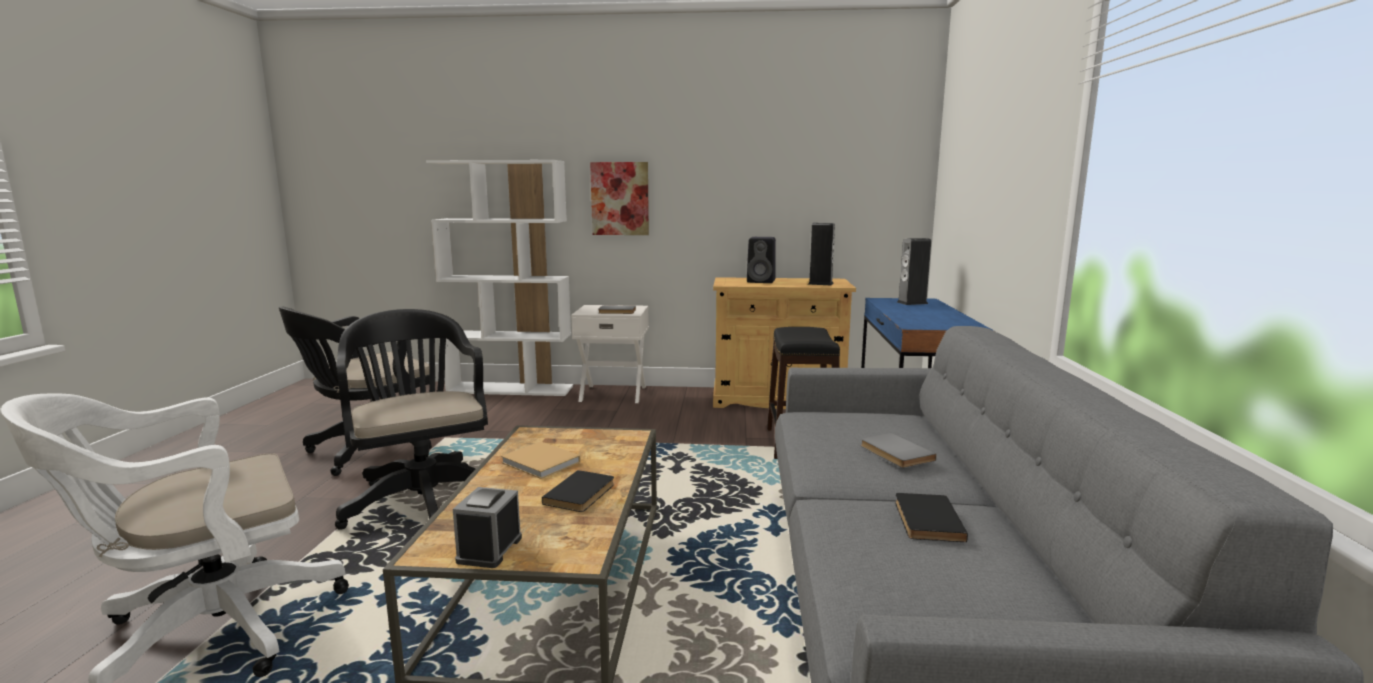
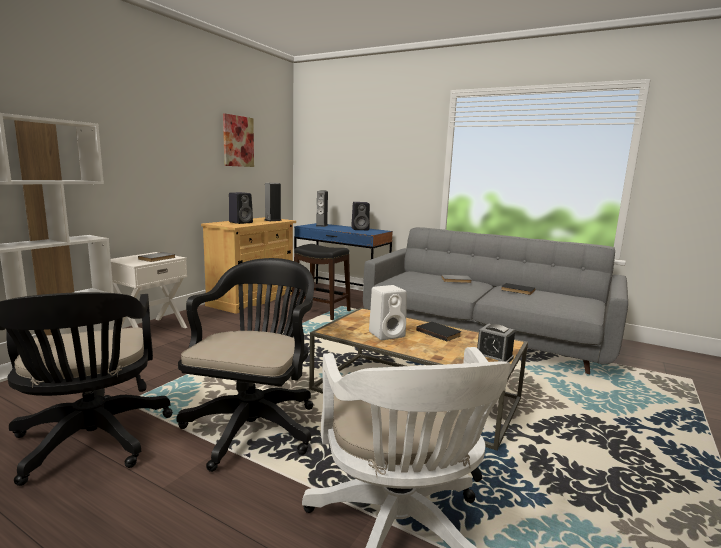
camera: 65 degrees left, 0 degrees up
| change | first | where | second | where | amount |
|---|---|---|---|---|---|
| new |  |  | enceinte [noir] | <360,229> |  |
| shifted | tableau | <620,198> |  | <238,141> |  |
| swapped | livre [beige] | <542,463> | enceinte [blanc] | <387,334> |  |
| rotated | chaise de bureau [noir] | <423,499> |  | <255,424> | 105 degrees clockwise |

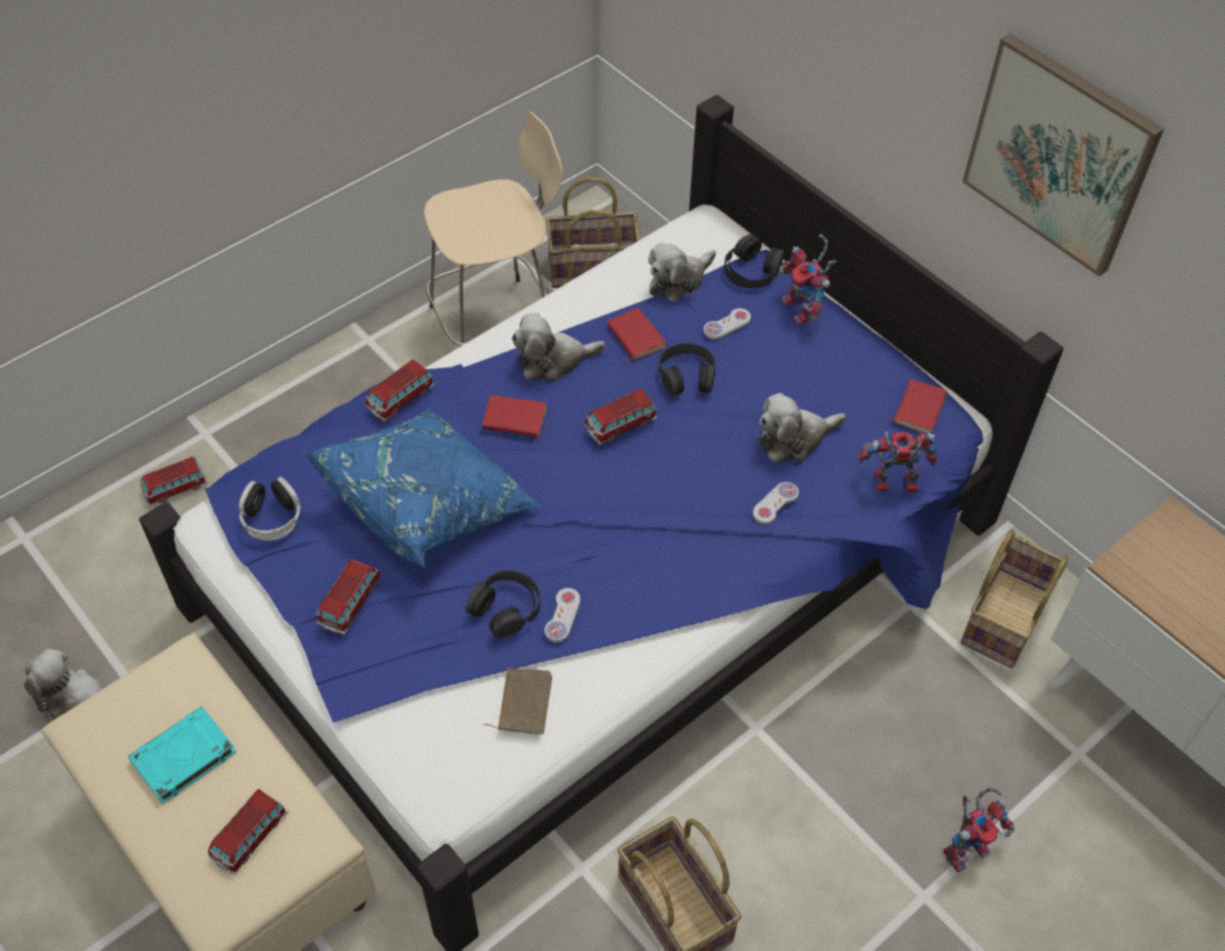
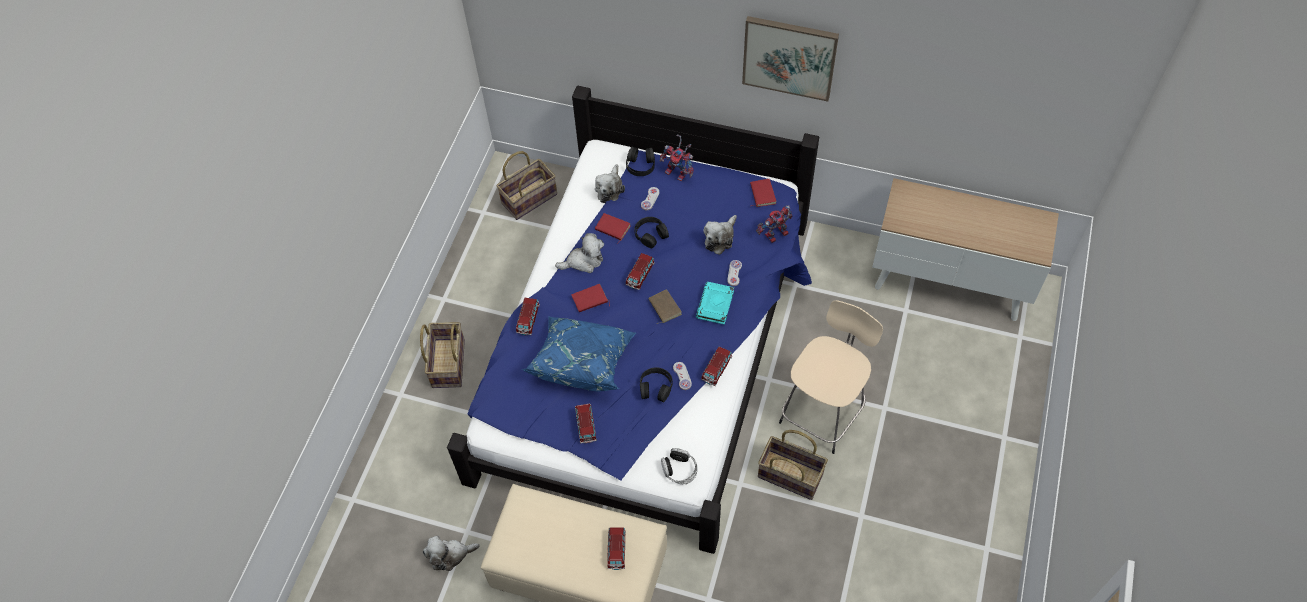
camera: 30 degrees left, 5 degrees up
| change | first | where | second | where | amount |
|---|---|---|---|---|---|
| gone | robot jouet | <967,847> |  |  |  |
| shifted | livre [turquoise] | <183,758> |  | <715,305> |  |
| shifted | petite voiture | <176,488> |  | <716,369> |  |
| shifted | casque audio | <272,517> |  | <679,469> |  |
| shifted | tabouret [beige] | <496,323> |  | <823,412> |  |
| shifted | livre [marron] | <522,702> |  | <664,307> |  |
| shifted | panier | <1004,617> |  | <447,363> |  |
| rotated | peluche | <553,360> |  | <584,261> | 150 degrees counterclockwise |

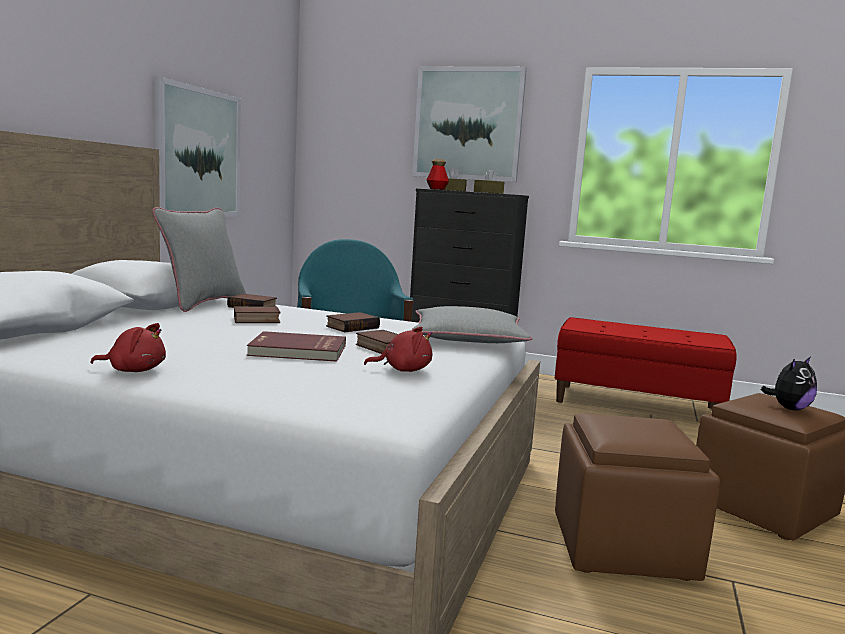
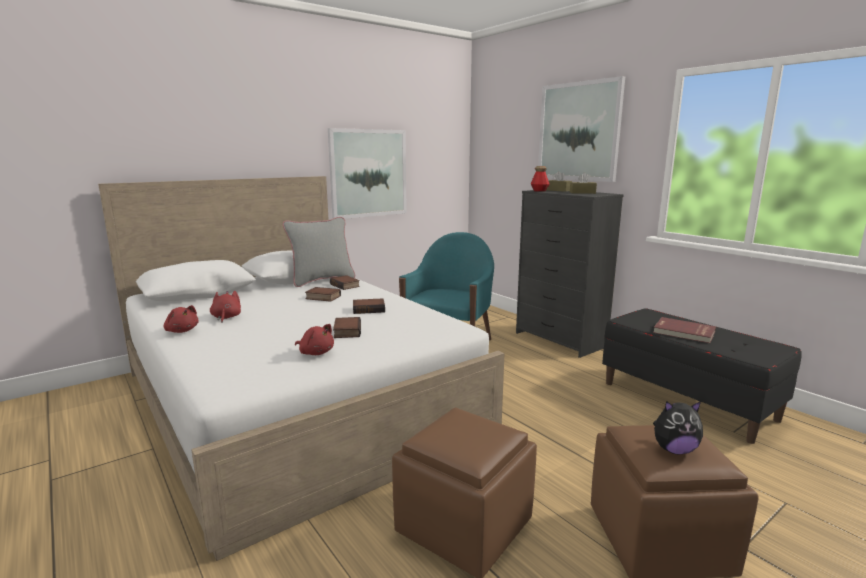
camera: 35 degrees right, 5 degrees up
| change | first | where | second | where | amount |
|---|---|---|---|---|---|
| gone | coussin [gris] | <468,338> |  |  |  |
| new |  |  | peluche [rouge] | <226,317> |  |
| shifted | livre [rouge] | <298,351> |  | <684,332> |  |
| repainted | banc [rouge] | <636,404> | banc [noir] | <687,401> |  |

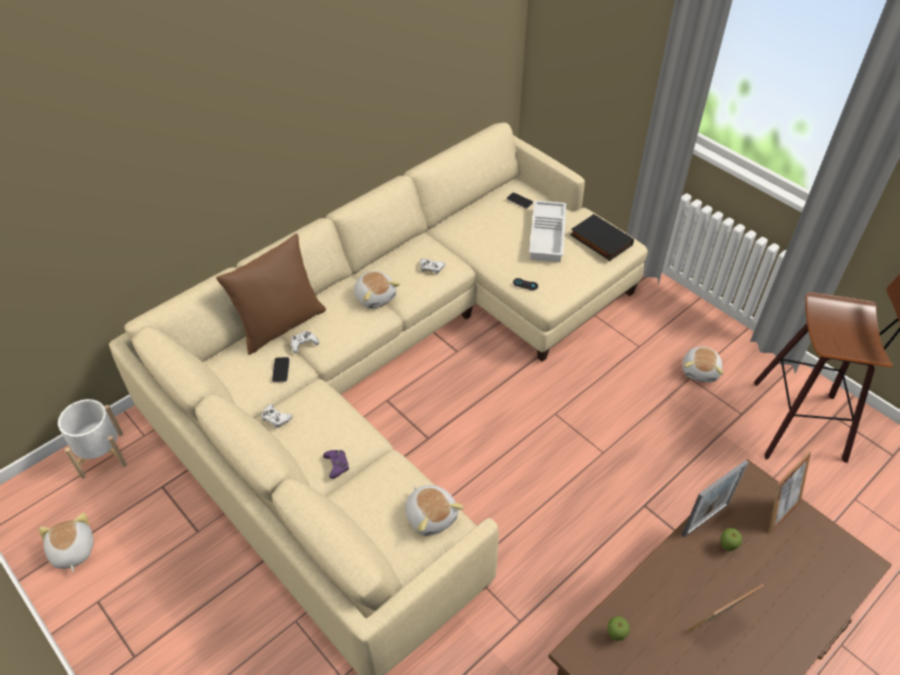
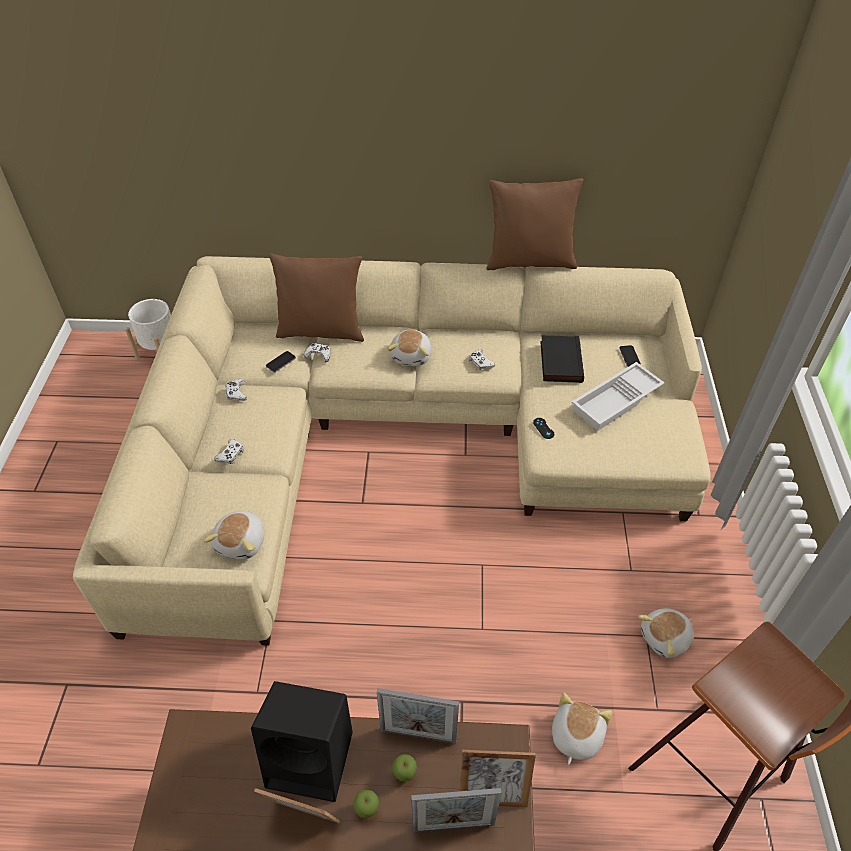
camera: 45 degrees right, 0 degrees up
| change | first | where | second | where | amount |
|---|---|---|---|---|---|
| new |  |  | enceinte [noir] | <312,759> |  |
| new |  |  | cadre photo | <453,827> |  |
| new |  |  | coussin [marron] | <529,261> |  |
| shifted | peluche | <72,551> |  | <575,736> |  |
| shifted | livre [noir] | <599,240> |  | <559,361> |  |
| shifted | pomme | <615,635> |  | <367,810> |  |
| repainted | manette [violet] | <337,465> | manette [blanc] | <230,455> |  |

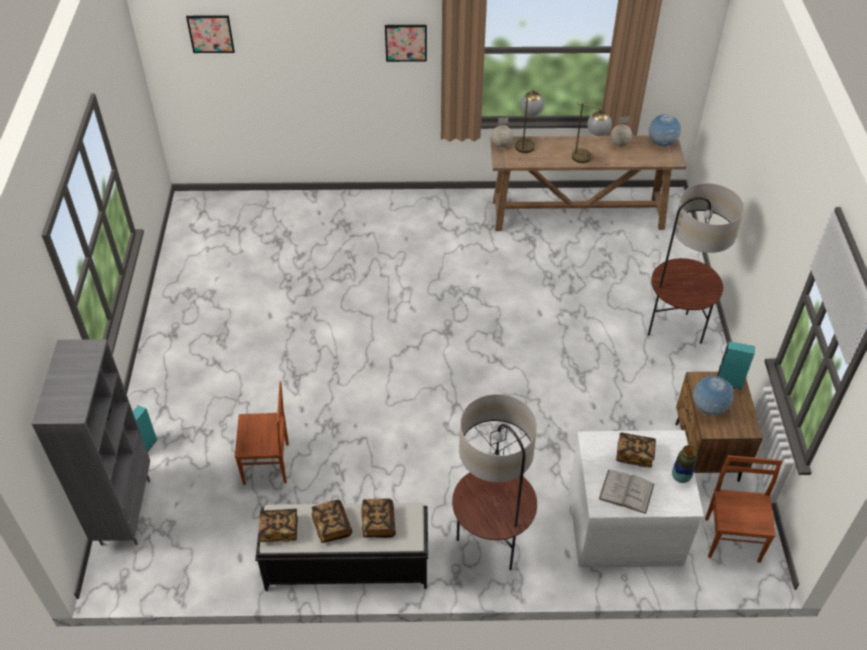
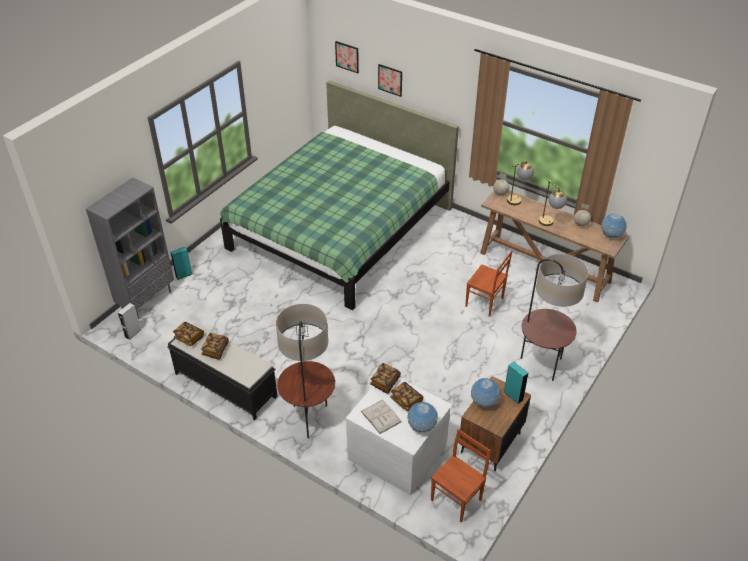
camera: 35 degrees right, 5 degrees down
| change | first | where | second | where | amount |
|---|---|---|---|---|---|
| new |  |  | enceinte [gris] | <133,333> |  |
| new |  |  | lit [vert] | <340,228> |  |
| shifted | chaise [marron] | <267,464> |  | <484,303> |  |
| shifted | livre | <378,523> |  | <385,382> |  |
| shifted | tableau | <406,42> |  | <390,80> |  |
| swapped | vase | <680,477> | globe | <421,427> |  |

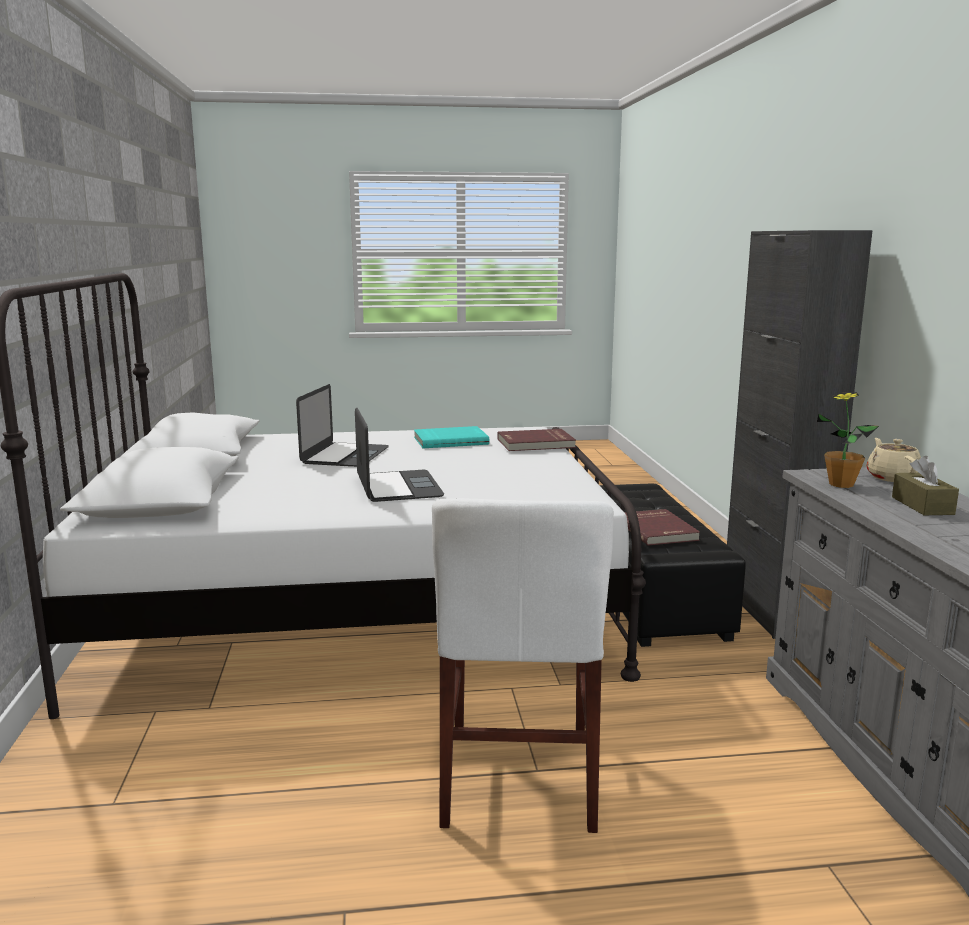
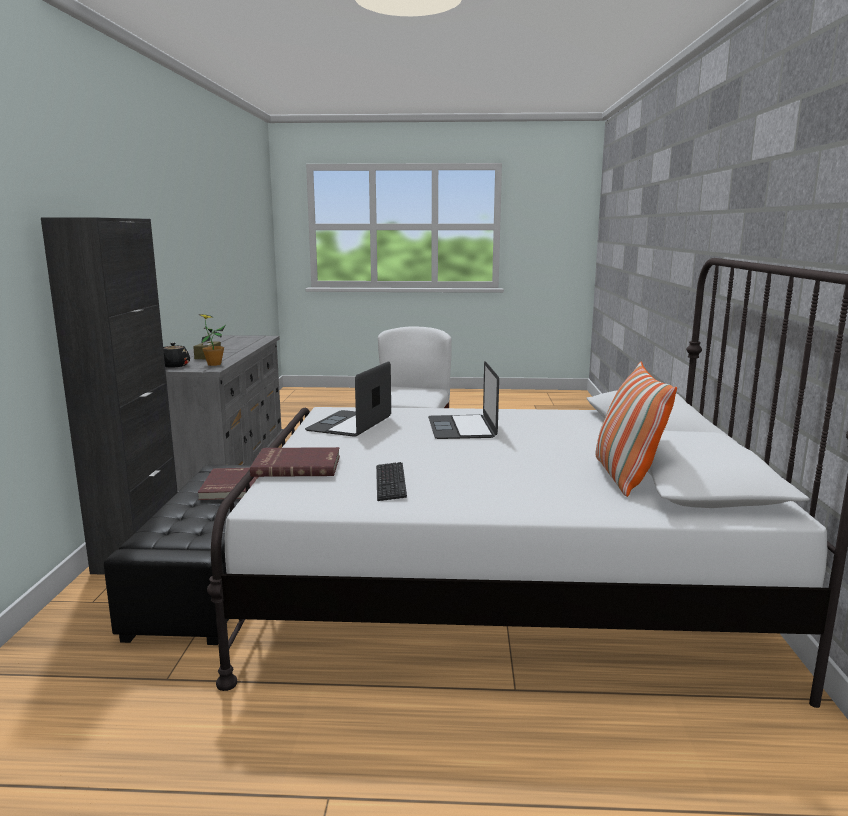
camera: 170 degrees left, 0 degrees up
| change | first | where | second | where | amount |
|---|---|---|---|---|---|
| new |  |  | coussin | <625,477> |  |
| shifted | ordinateur portable | <345,455> |  | <350,424> |  |
| swapped | livre [turquoise] | <450,440> | clavier | <390,483> |  |
| repainted | théière [beige] | <892,478> | théière [noir] | <174,366> |  |

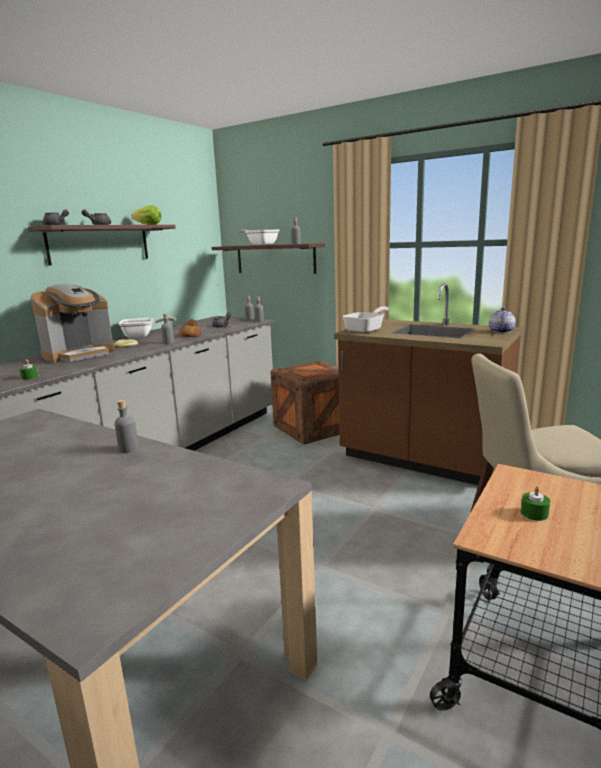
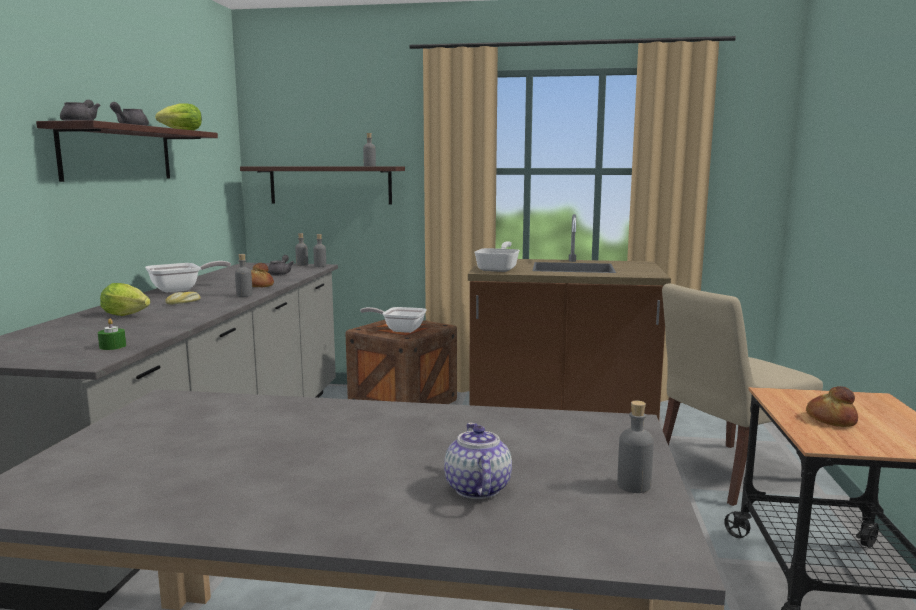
camera: 25 degrees left, 5 degrees down
| change | first | where | second | where | amount |
|---|---|---|---|---|---|
| shifted | bouteille [gris] | <128,449> |  | <633,485> |  |
| shifted | poêle | <260,245> |  | <400,330> |  |
| shifted | théière | <500,331> |  | <476,488> |  |
| swapped | machine à café | <79,354> | laitue | <128,315> |  |
| swapped | bougie [vert] | <534,513> | pain | <831,419> |  |

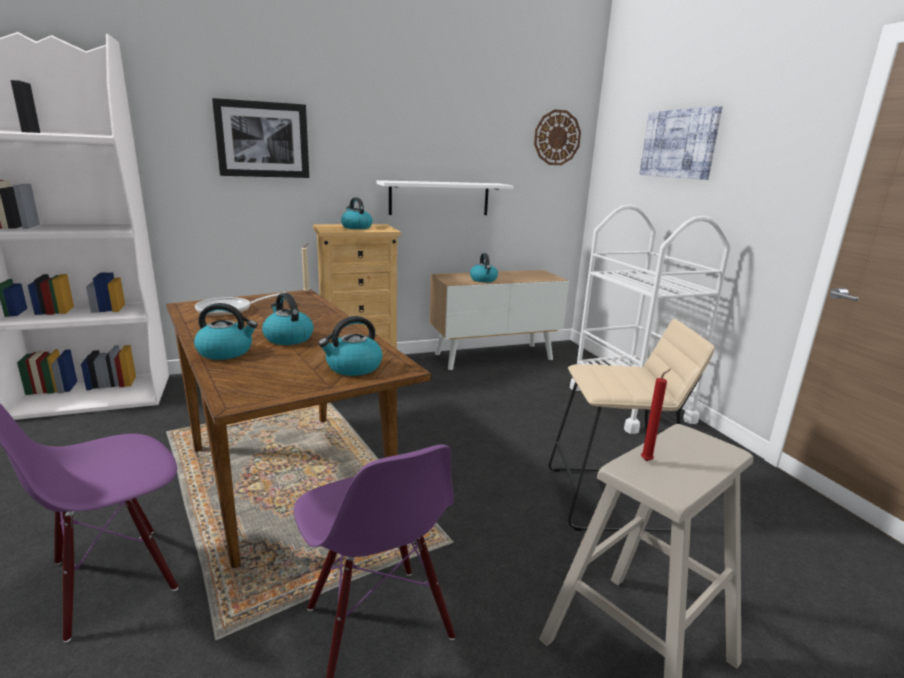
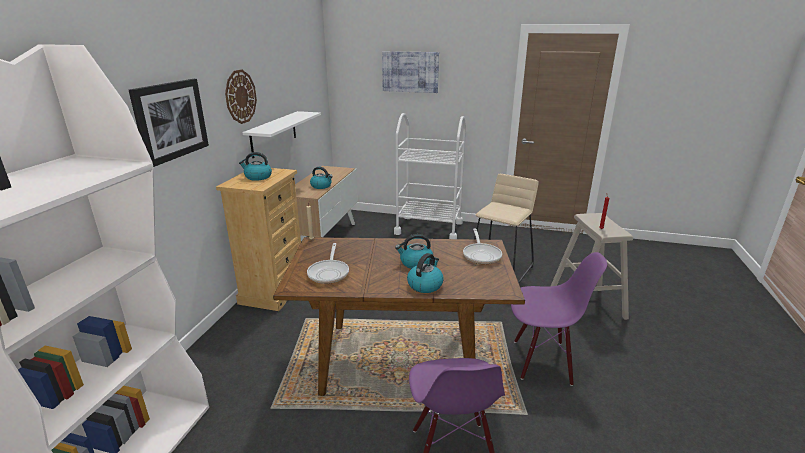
camera: 55 degrees left, 5 degrees up
| change | first | where | second | where | amount |
|---|---|---|---|---|---|
| shifted | horloge murale | <557,138> |  | <240,96> |  |
| swapped | bouilloire | <353,367> | poêle | <481,255> |  |

